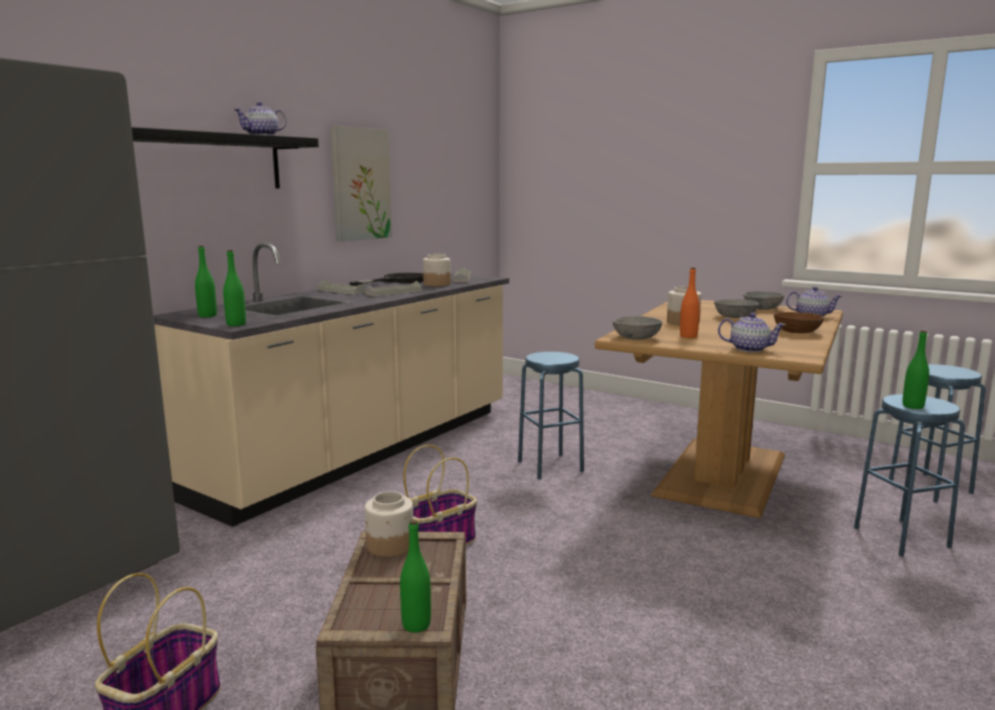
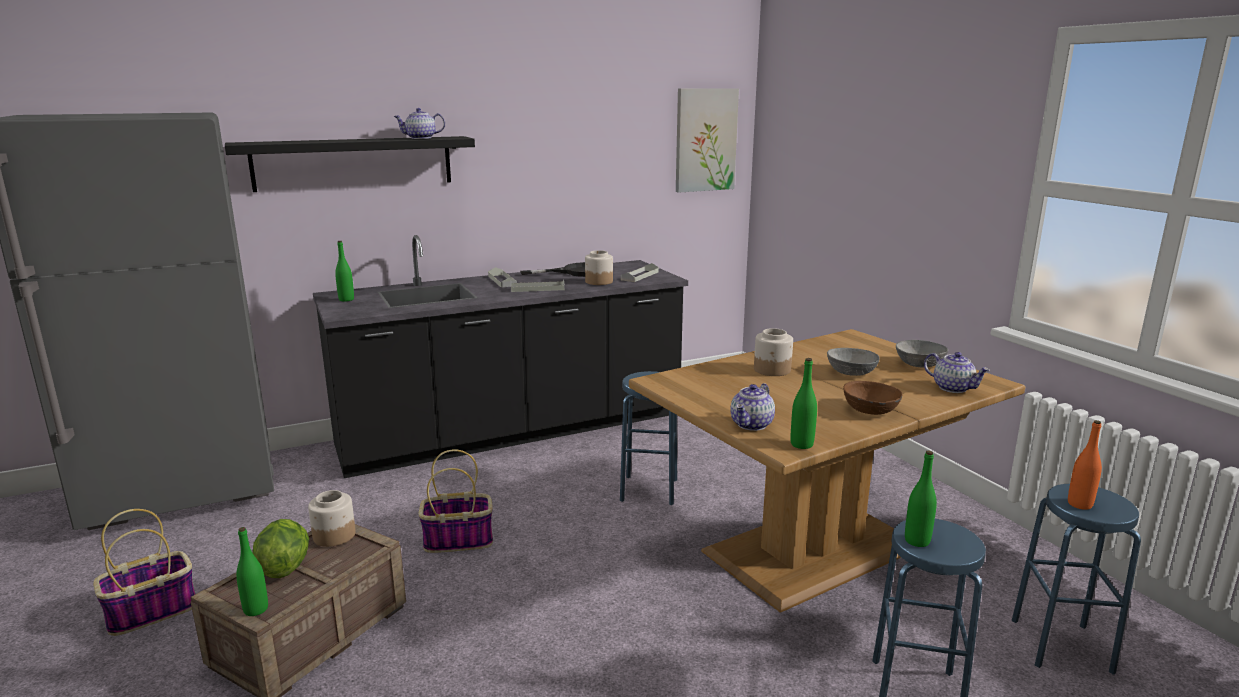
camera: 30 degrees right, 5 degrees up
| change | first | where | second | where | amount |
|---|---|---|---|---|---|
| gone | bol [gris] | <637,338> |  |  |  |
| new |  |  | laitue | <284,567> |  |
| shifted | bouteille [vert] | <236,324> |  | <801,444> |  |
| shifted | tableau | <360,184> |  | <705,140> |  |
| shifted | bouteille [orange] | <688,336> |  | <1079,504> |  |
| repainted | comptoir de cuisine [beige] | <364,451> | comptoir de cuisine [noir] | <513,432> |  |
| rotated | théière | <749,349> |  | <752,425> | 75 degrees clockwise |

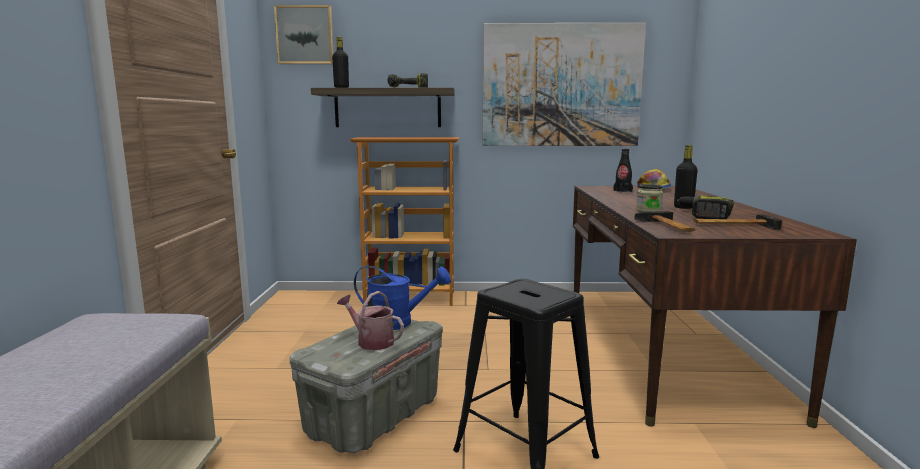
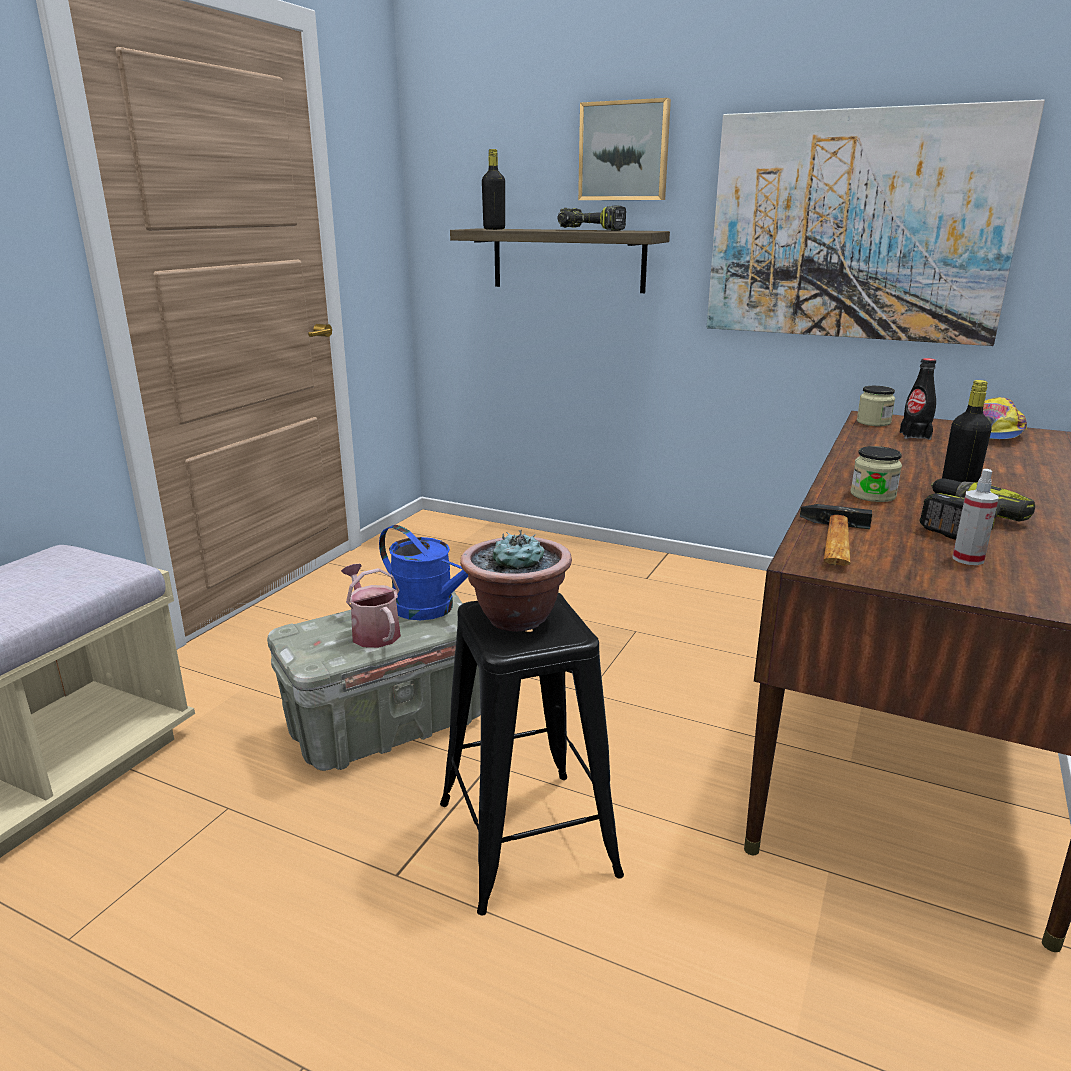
camera: 25 degrees right, 10 degrees up
| change | first | where | second | where | amount |
|---|---|---|---|---|---|
| gone | bibliothèque | <410,298> |  |  |  |
| new |  |  | plante en pot | <516,617> |  |
| new |  |  | bocal | <873,422> |  |
| shifted | tableau | <305,35> |  | <624,151> |  |
| swapped | marteau | <732,225> | vaporisateur | <968,559> |  |

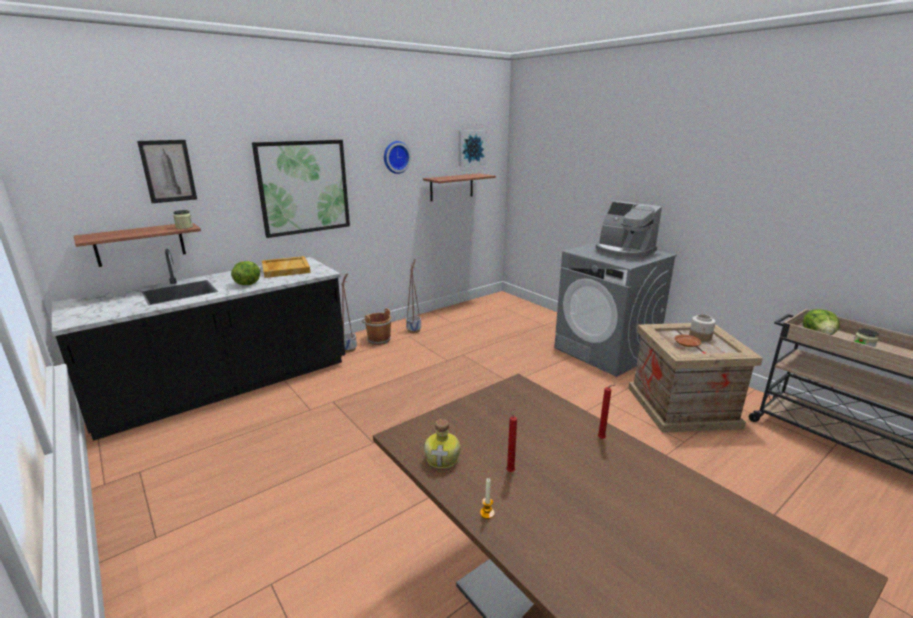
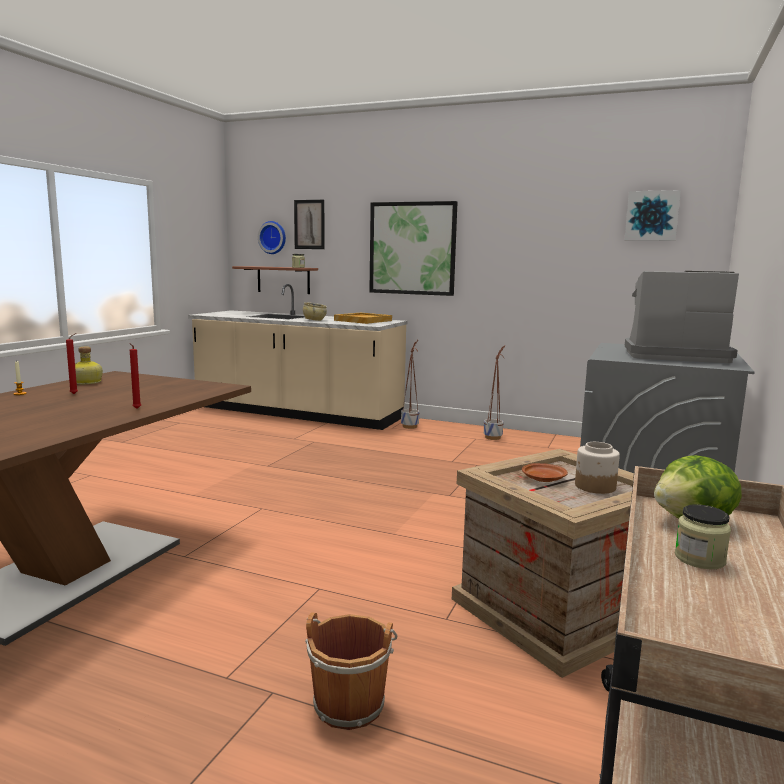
camera: 60 degrees right, 10 degrees down
| change | first | where | second | where | amount |
|---|---|---|---|---|---|
| gone | étagère | <451,187> |  |  |  |
| shifted | seau [marron] | <378,339> |  | <349,702> |  |
| shifted | horloge murale | <396,157> |  | <273,237> |  |
| swapped | laitue | <248,284> | bol [beige] | <314,320> |  |
| repainted | comptoir de cuisine [noir] | <228,386> | comptoir de cuisine [beige] | <297,413> |  |
| rotated | machine à café | <623,252> |  | <673,355> | 90 degrees clockwise |

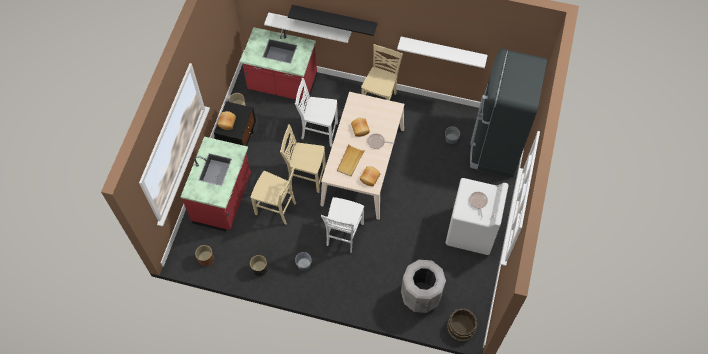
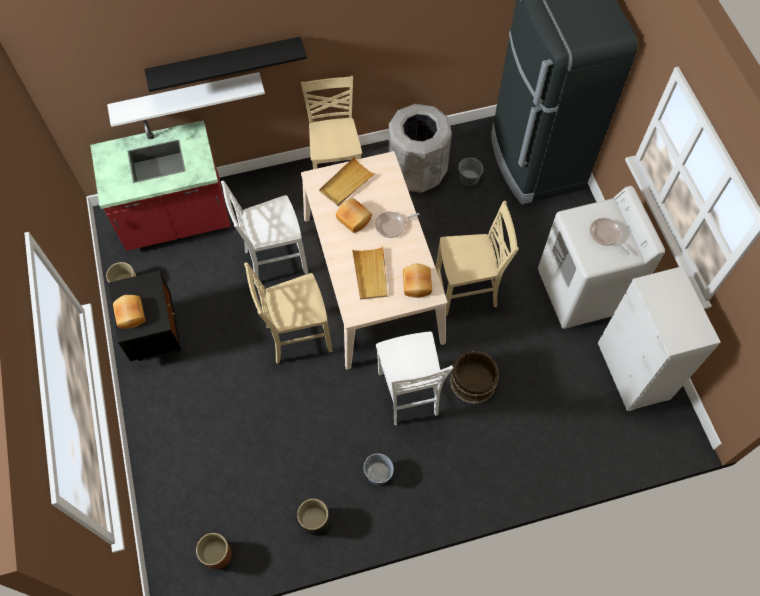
camera: 30 degrees left, 0 degrees up
| change | first | where | second | where | amount |
|---|---|---|---|---|---|
| gone | comptoir de cuisine [rouge] | <223,199> |  |  |  |
| gone | étagère [blanc] | <443,50> |  |  |  |
| new |  |  | plateau [beige] | <346,183> |  |
| new |  |  | commode [blanc] | <633,371> |  |
| shifted | chaise [beige] | <276,208> |  | <467,292> |  |
| shifted | poubelle [gris] | <421,296> |  | <417,172> |  |
| shifted | seau [marron] | <461,327> |  | <472,382> |  |

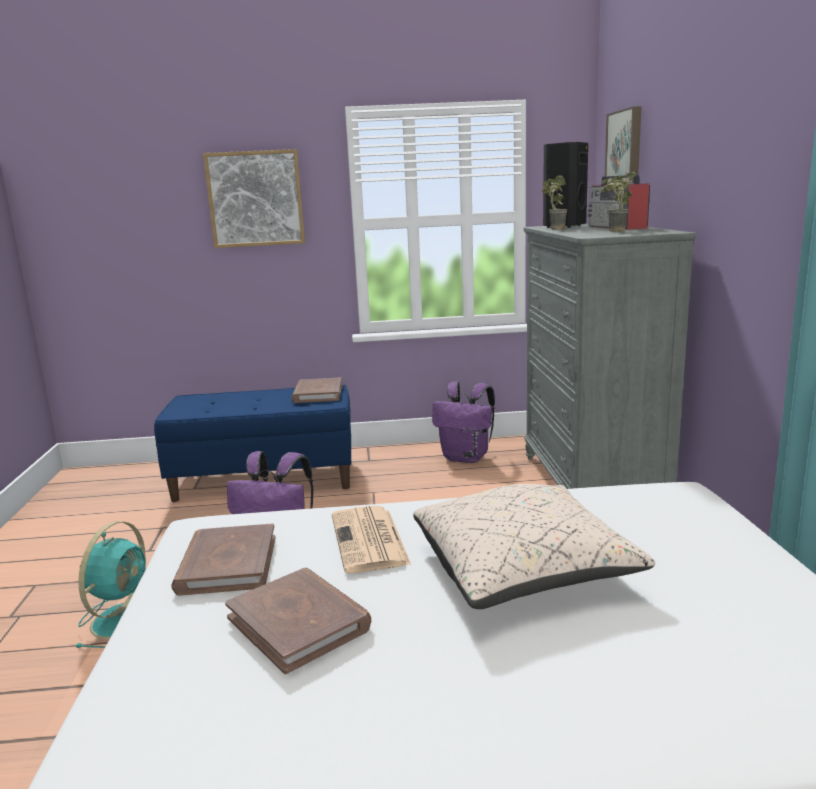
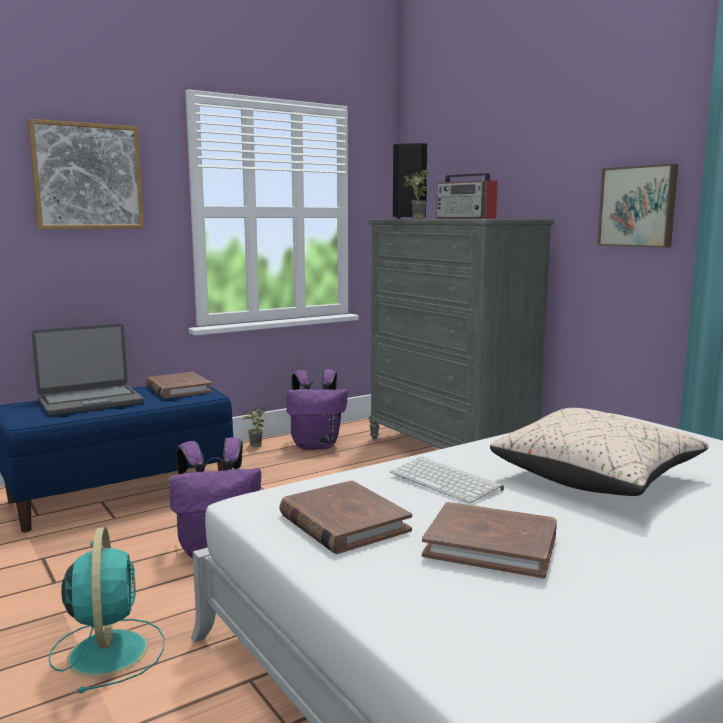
camera: 30 degrees left, 5 degrees down
| change | first | where | second | where | amount |
|---|---|---|---|---|---|
| new |  |  | ordinateur portable | <90,402> |  |
| shifted | plante en pot | <614,232> |  | <254,447> |  |
| shifted | tableau | <625,147> |  | <638,206> |  |
| swapped | journal | <370,540> | clavier | <447,481> |  |

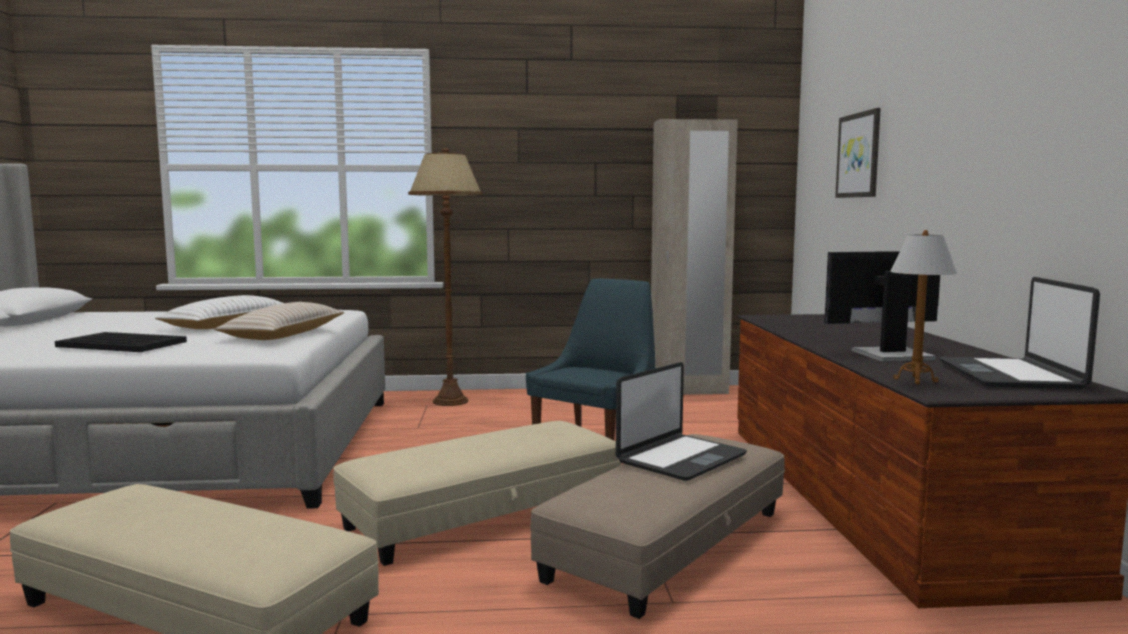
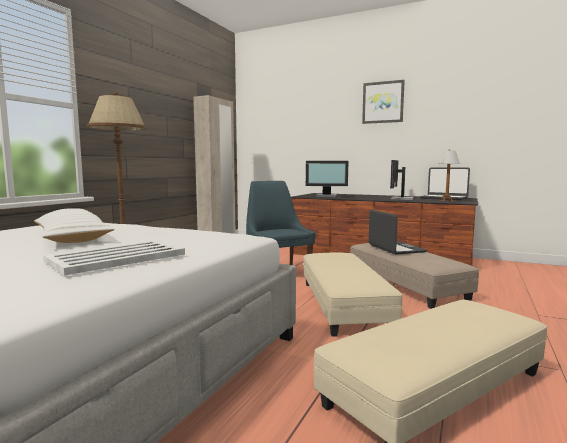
camera: 60 degrees left, 0 degrees up
| change | first | where | second | where | amount |
|---|---|---|---|---|---|
| gone | coussin [beige] | <284,335> |  |  |  |
| new |  |  | écran d'ordinateur | <327,196> |  |
| shifted | tableau | <859,155> |  | <383,102> |  |
| repainted | plateau [noir] | <122,344> | plateau [blanc] | <118,257> |  |

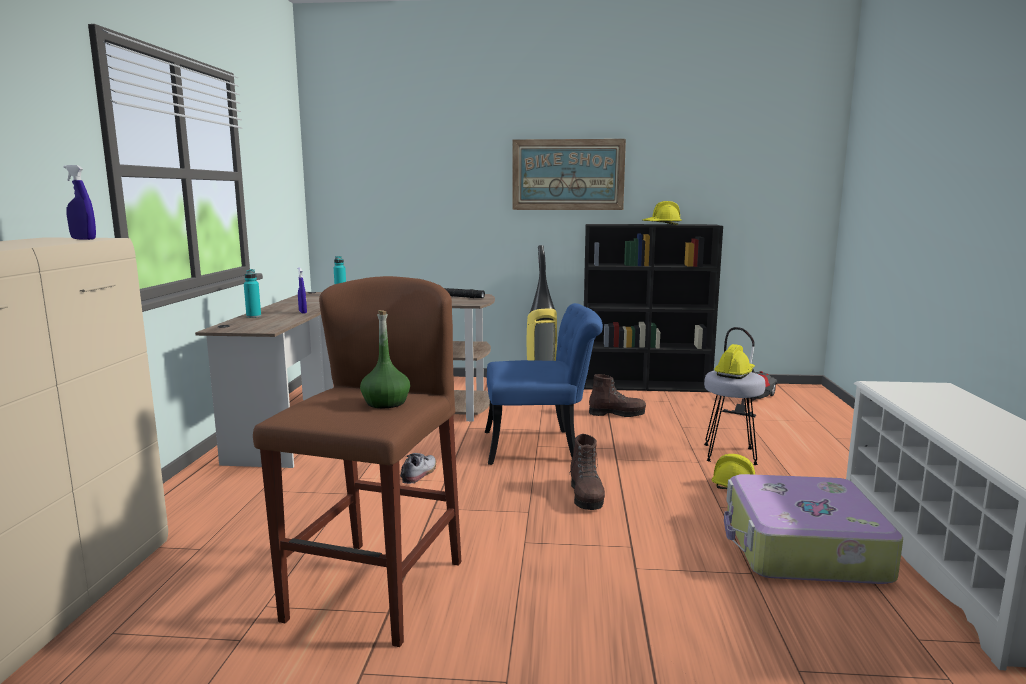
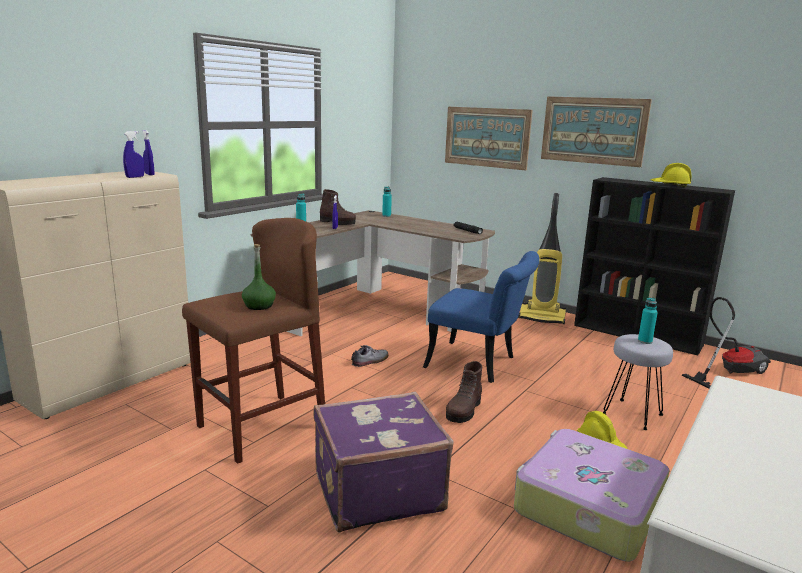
camera: 30 degrees right, 5 degrees up
| change | first | where | second | where | amount |
|---|---|---|---|---|---|
| new |  |  | vaporisateur [bleu] | <135,177> |  |
| new |  |  | valise [violet] | <376,490> |  |
| new |  |  | tableau | <486,137> |  |
| shifted | botte [marron] | <617,413> |  | <338,223> |  |
| swapped | casque de chantier [jaune] | <734,373> | bouteille [turquoise] | <645,341> |  |

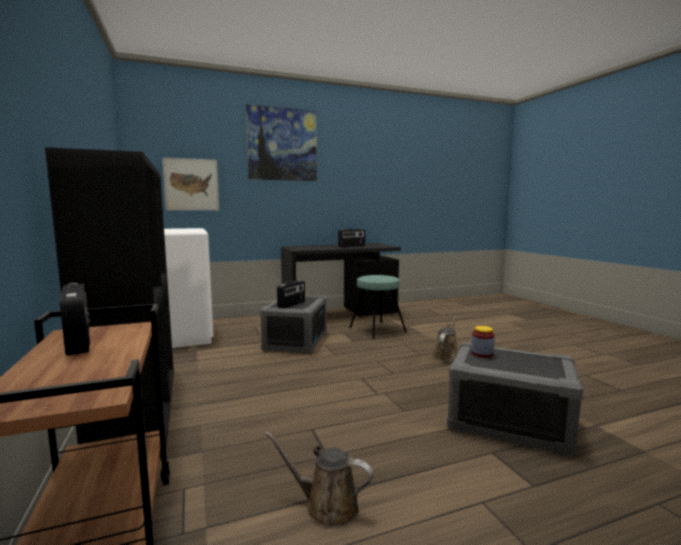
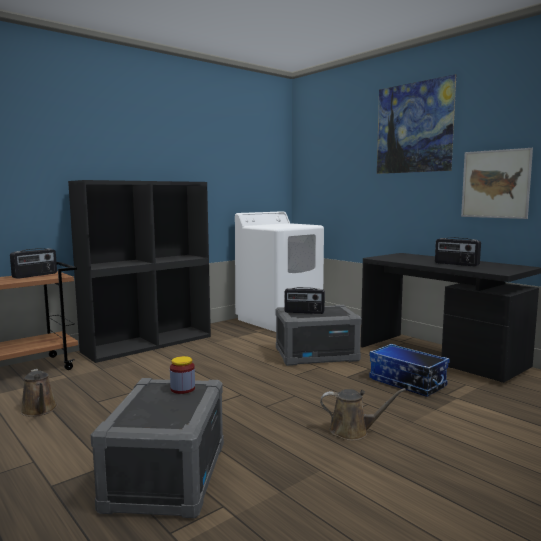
camera: 70 degrees right, 0 degrees up
| change | first | where | second | where | amount |
|---|---|---|---|---|---|
| shifted | tableau | <191,184> |  | <495,184> |  |
| swapped | tabouret [turquoise] | <377,330> | boîte de rangement | <406,383> |  |
| rotated | arrosoir [marron] | <327,506> |  | <40,410> | 150 degrees clockwise |

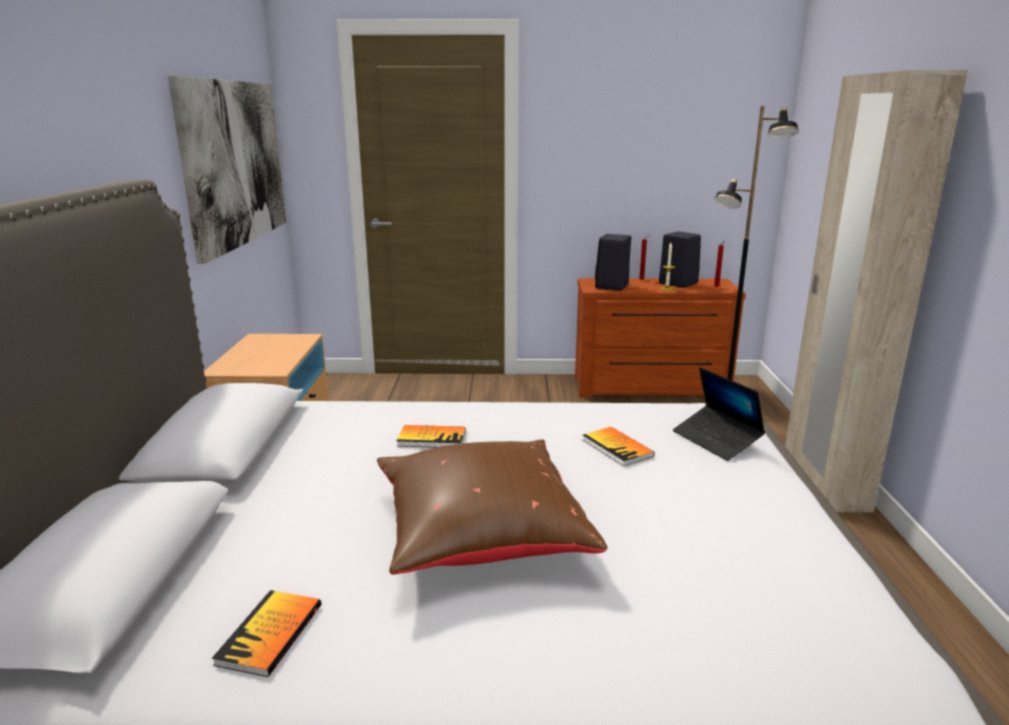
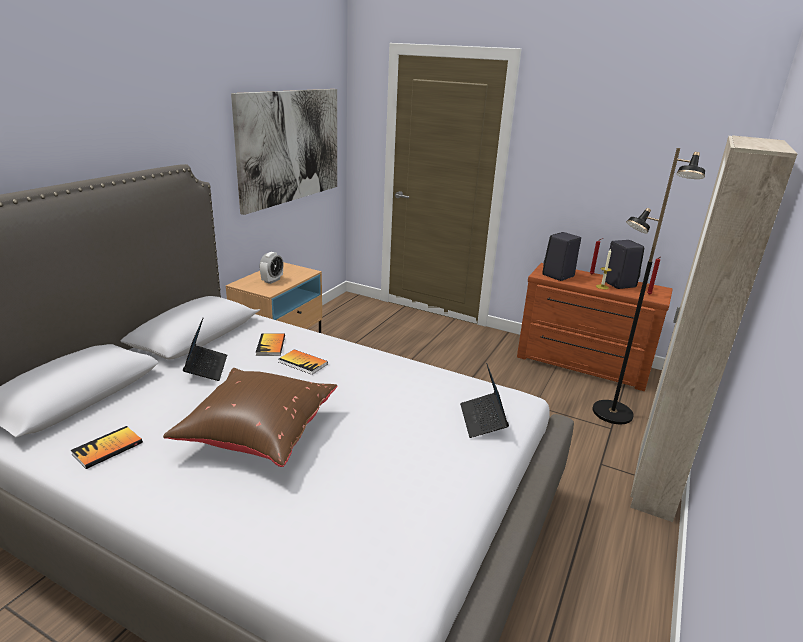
camera: 25 degrees right, 5 degrees up
| change | first | where | second | where | amount |
|---|---|---|---|---|---|
| new |  |  | ordinateur portable | <206,368> |  |
| new |  |  | réveil | <272,280> |  |
| shifted | livre | <617,448> |  | <271,345> |  |

